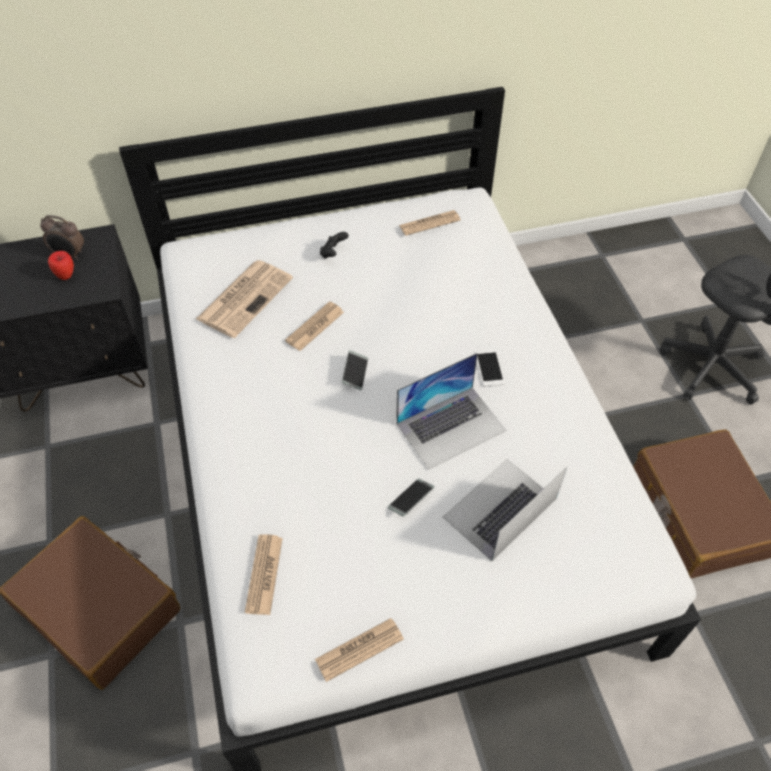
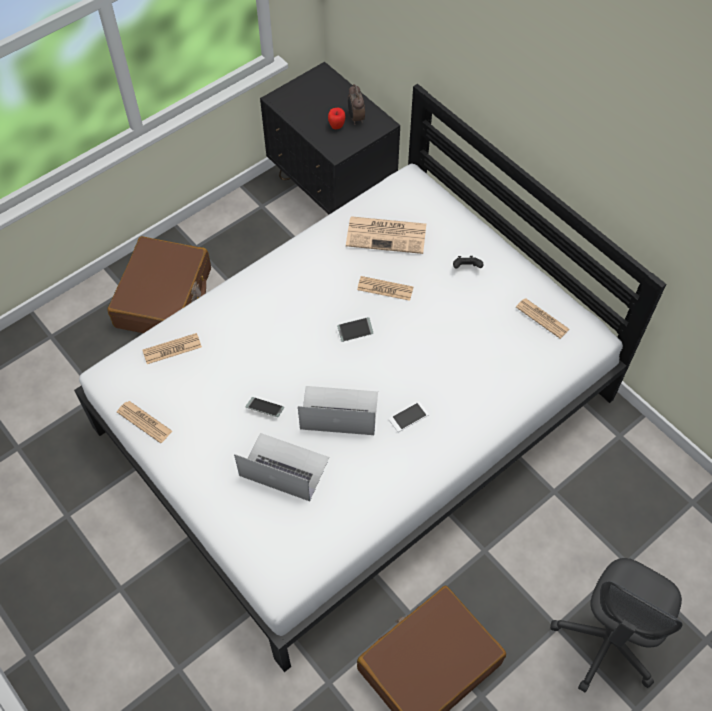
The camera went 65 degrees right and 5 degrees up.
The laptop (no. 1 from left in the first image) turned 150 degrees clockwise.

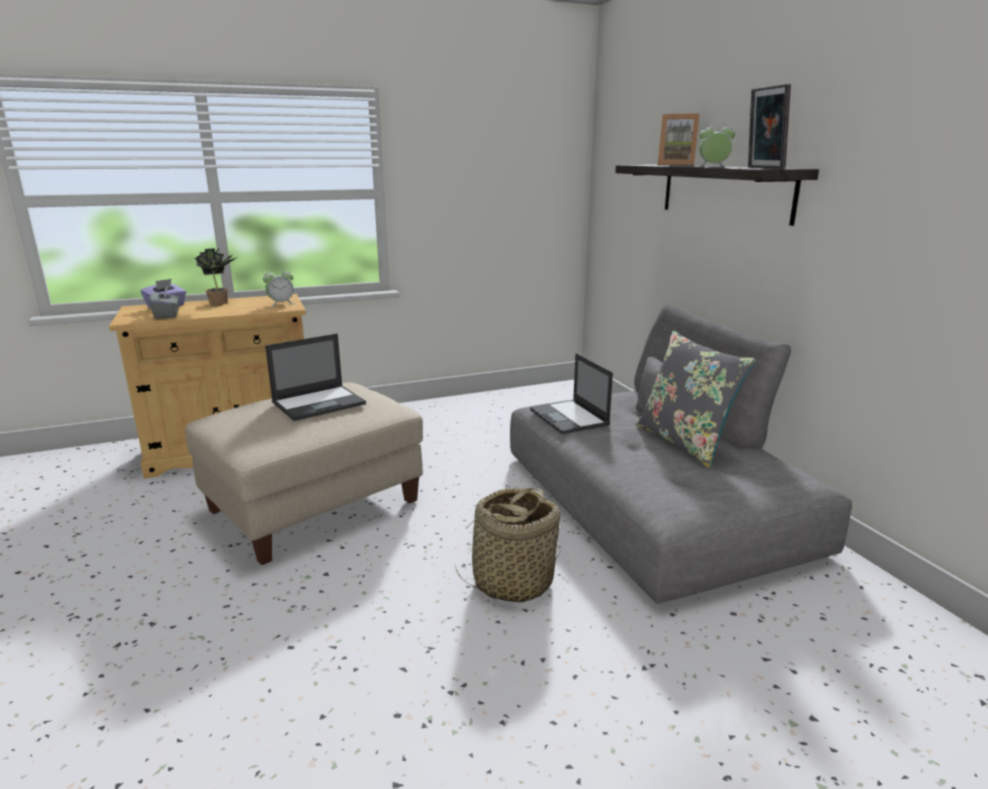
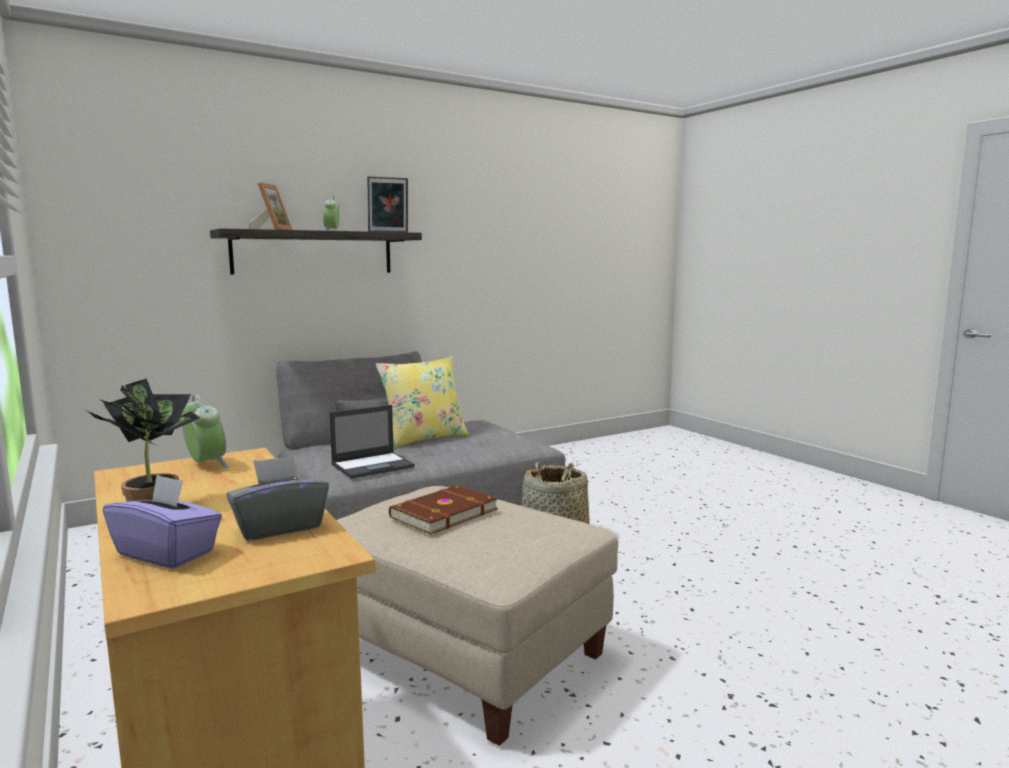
The camera went 100 degrees left and 10 degrees down.
The laptop (no. 1 from left) was replaced by the book in brown.
The pillow in grey became the pillow in yellow.

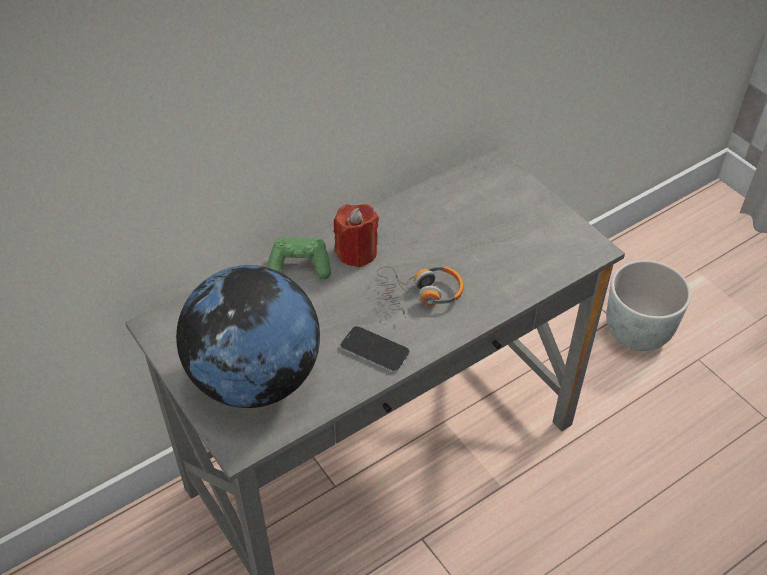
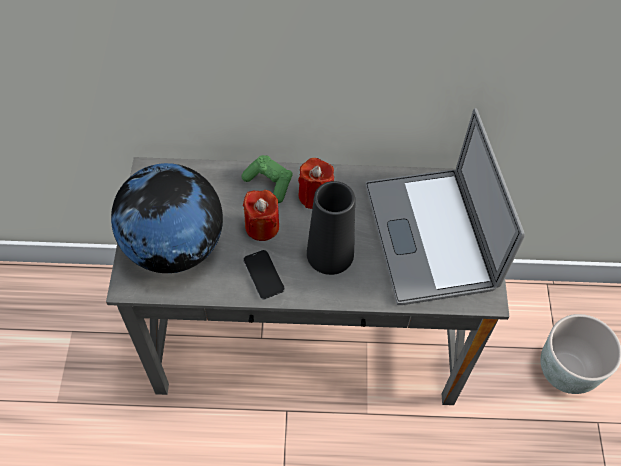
The camera went 35 degrees right and 10 degrees up.
The headphones was replaced by the vase in black.
The candle in red (no. 1 from left) appeared.
The laptop appeared.

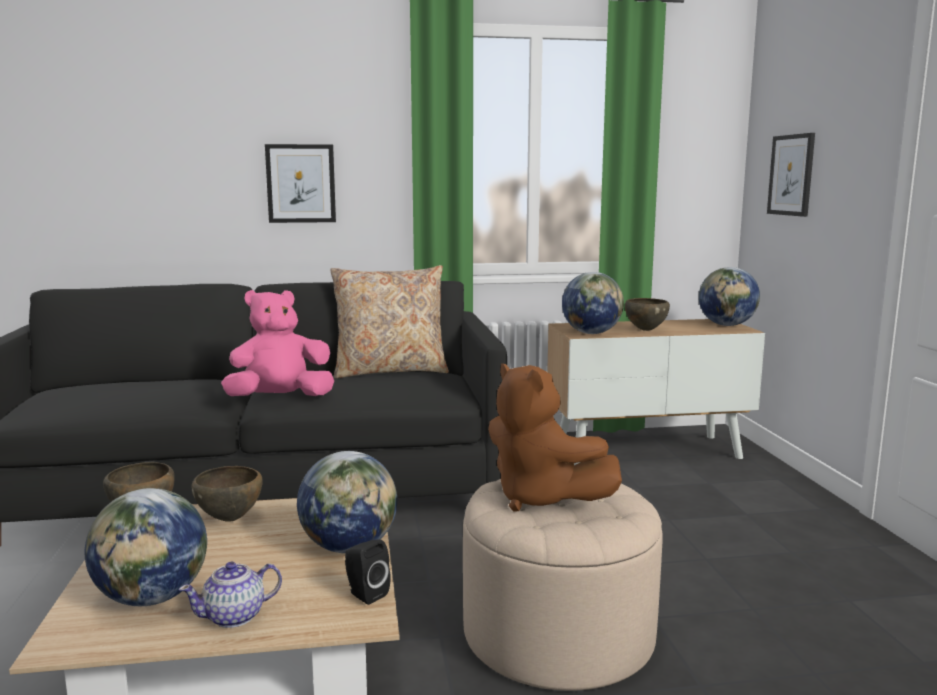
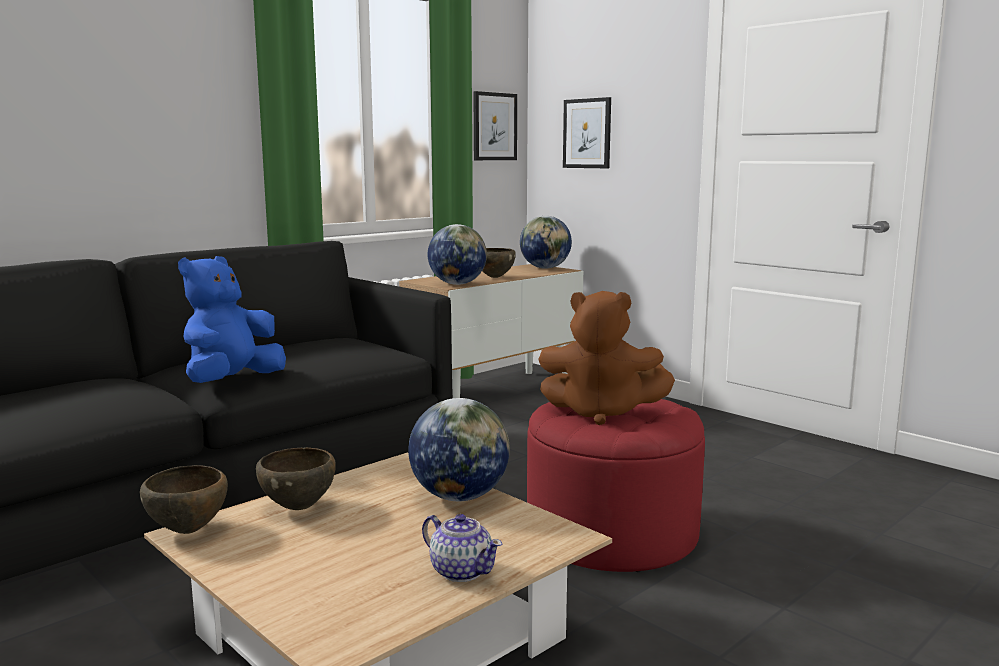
The camera went 35 degrees left and 0 degrees up.
The globe (no. 1 from left) disappeared.
The teapot turned 75 degrees counterclockwise.
The plush toy in pink became the plush toy in blue.
The picture (no. 1 from left) moved.
The pillow in beige disappeared.
The speaker in black disappeared.
The ottoman in beige became the ottoman in red.

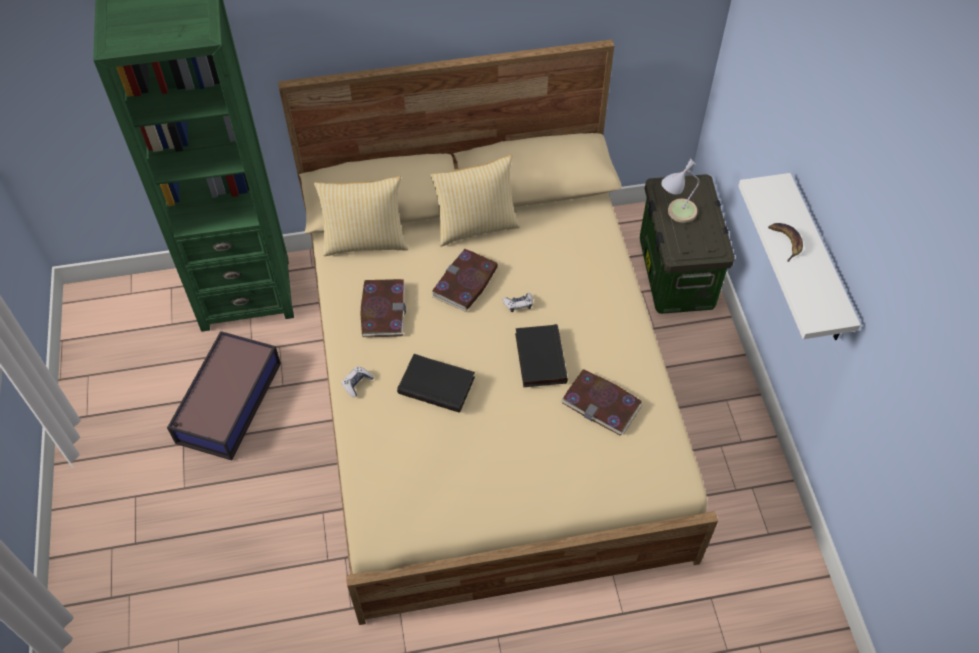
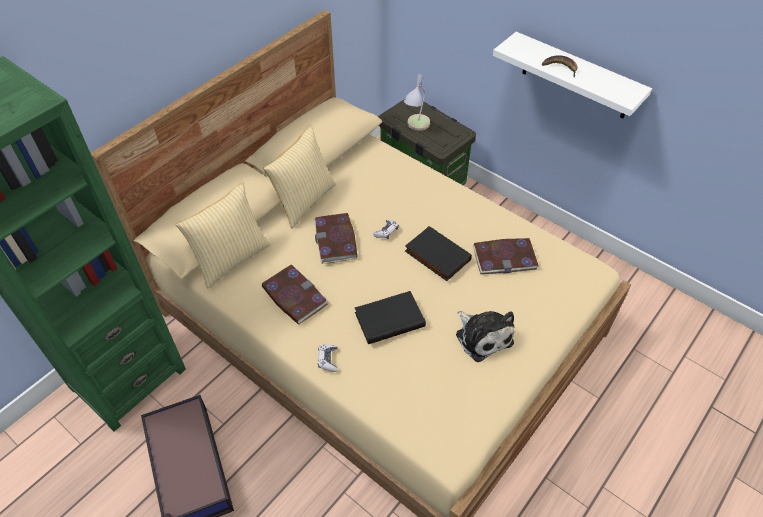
The camera went 40 degrees left and 5 degrees down.
The plush toy appeared.

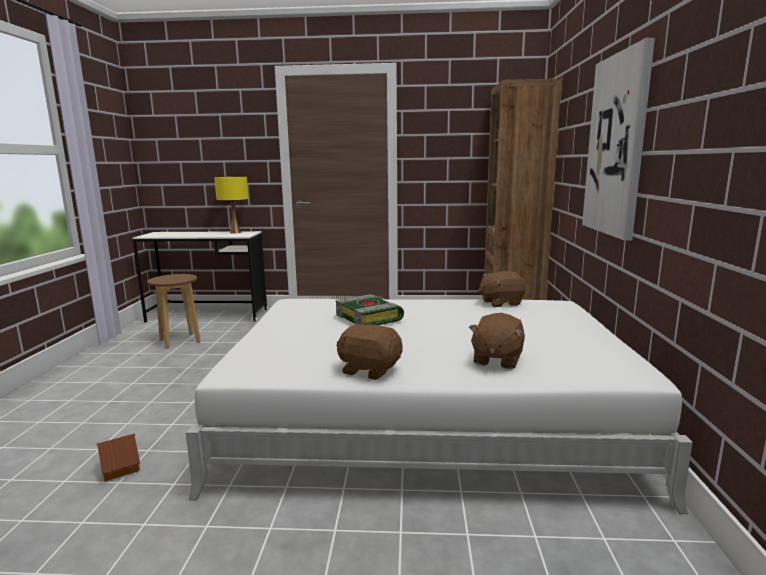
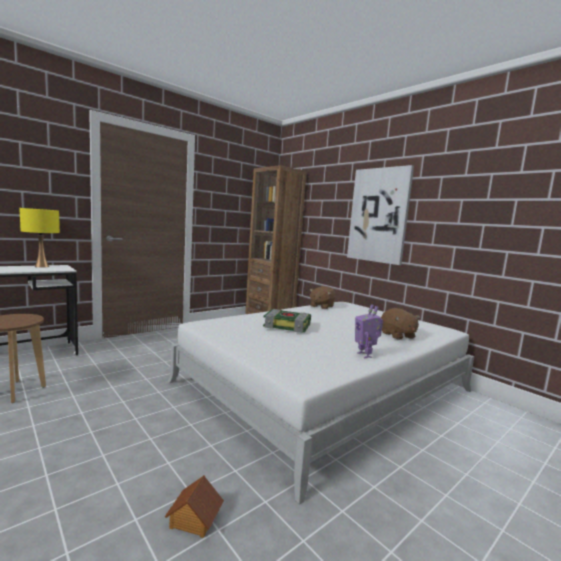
The camera went 45 degrees left and 5 degrees down.
The plush toy in brown (no. 1 from left) was replaced by the toy robot.

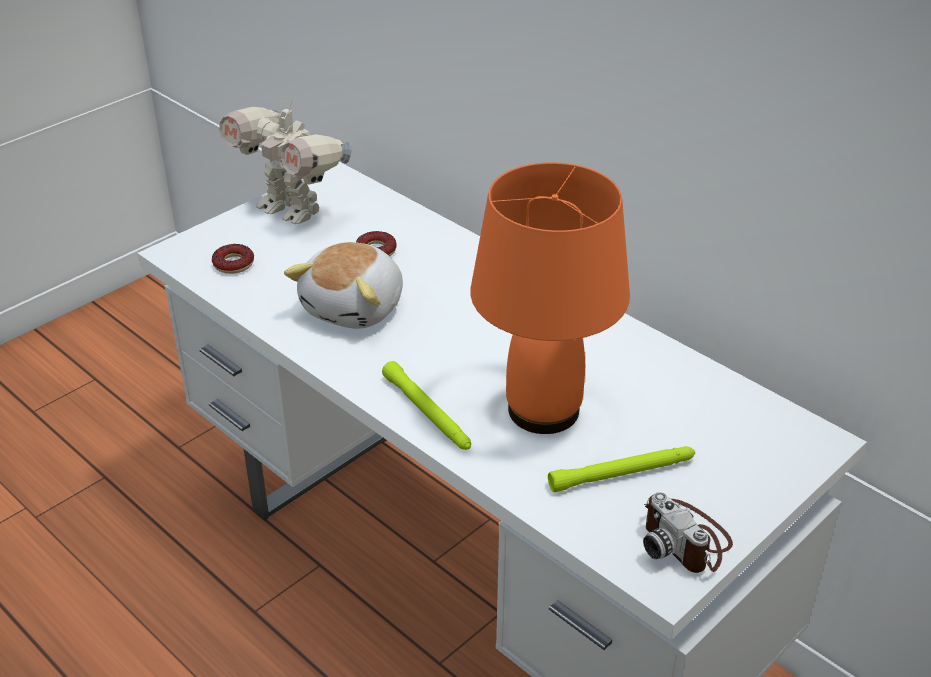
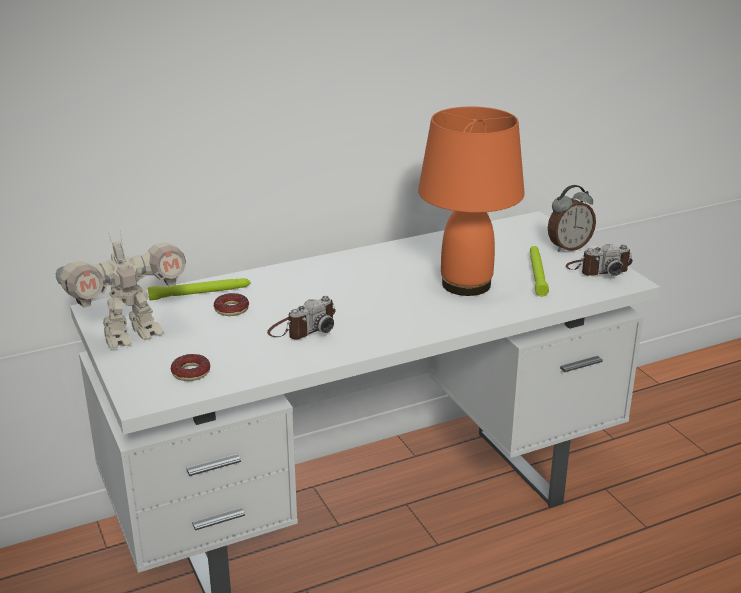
The camera went 70 degrees left and 10 degrees down.
The plush toy was replaced by the photo camera (no. 1 from left).
The flashlight in green (no. 1 from left) moved.
The alarm clock appeared.

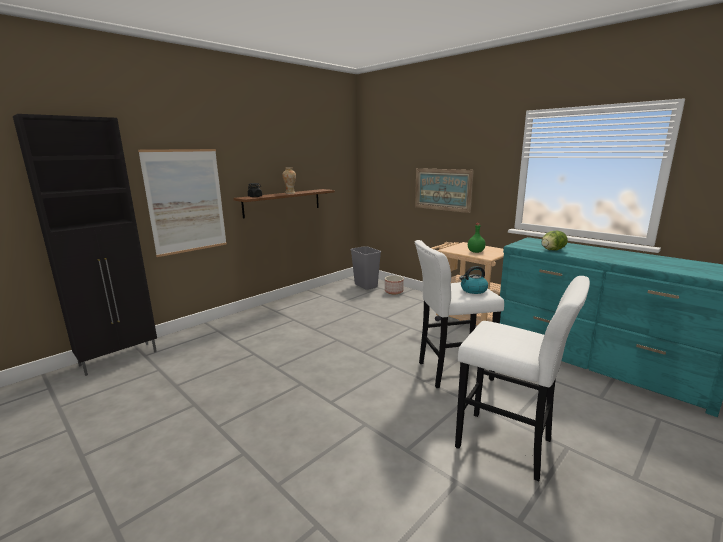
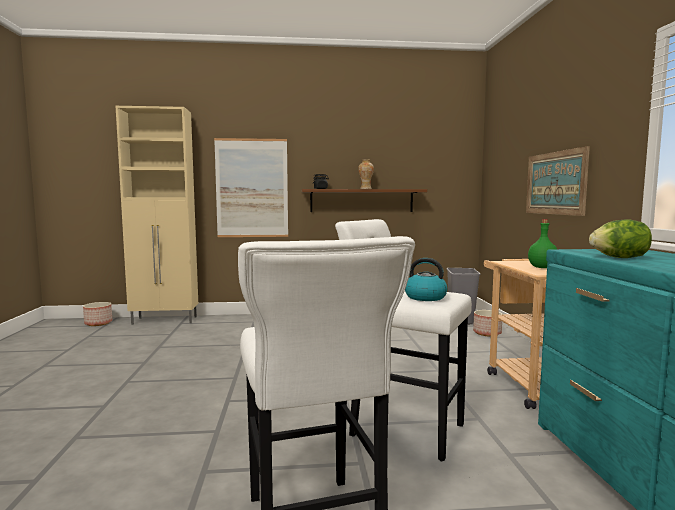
The camera went 40 degrees right and 10 degrees down.
The cabinet in black became the cabinet in beige.
The planter (no. 1 from left) appeared.

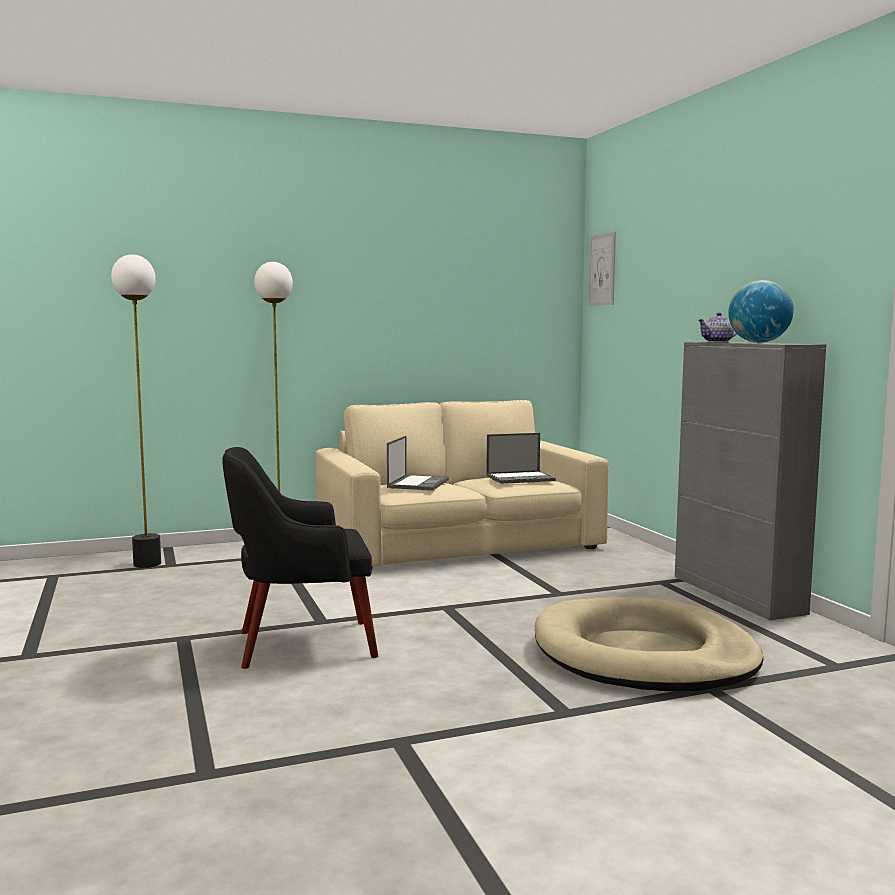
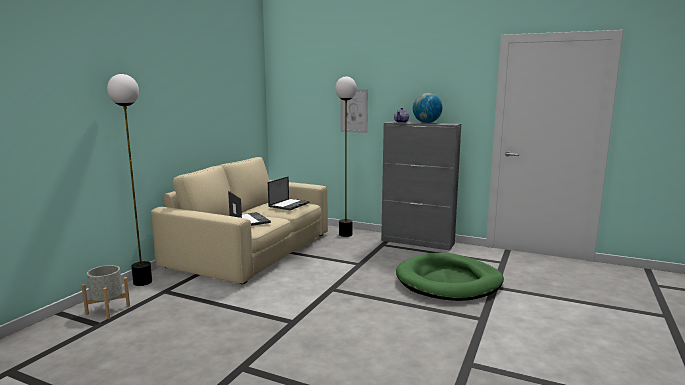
The camera went 45 degrees left and 5 degrees up.
The floor lamp (no. 1 from left in the first image) moved.
The armchair in black disappeared.
The dog bed in beige became the dog bed in green.
The picture moved.
The planter in grey appeared.

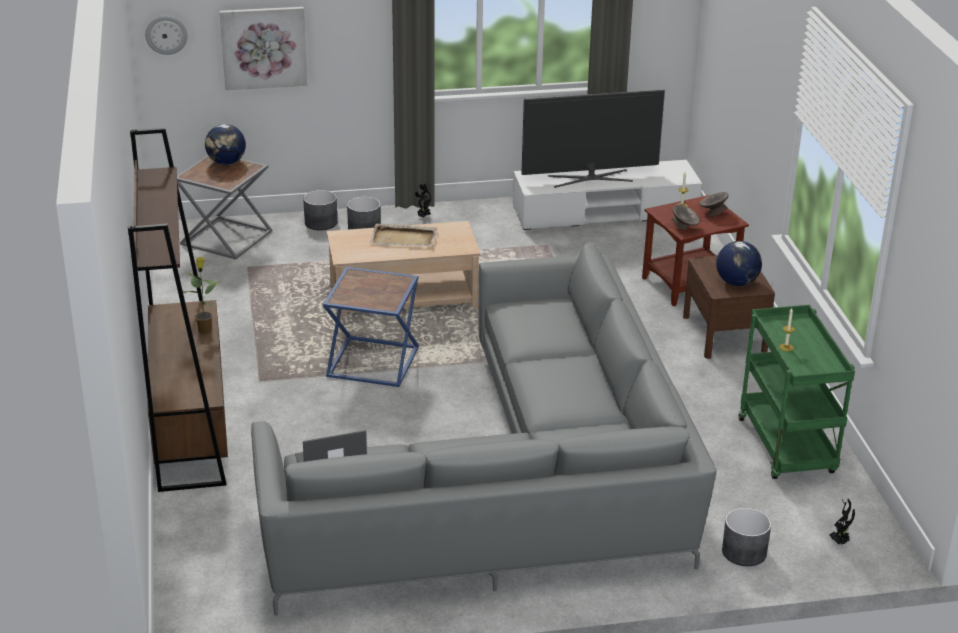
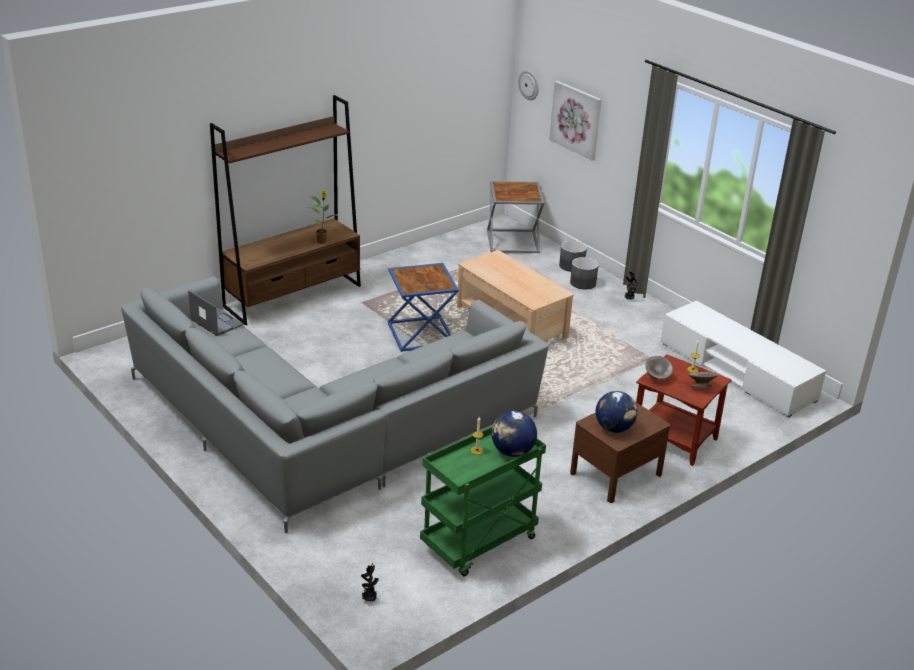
The camera went 60 degrees right and 0 degrees up.
The globe (no. 1 from left) moved.
The tray in beige disappeared.
The television disappeared.
The planter in grey (no. 3 from left) disappeared.

